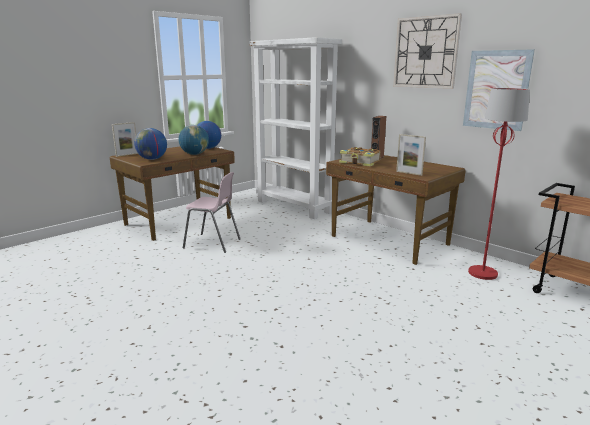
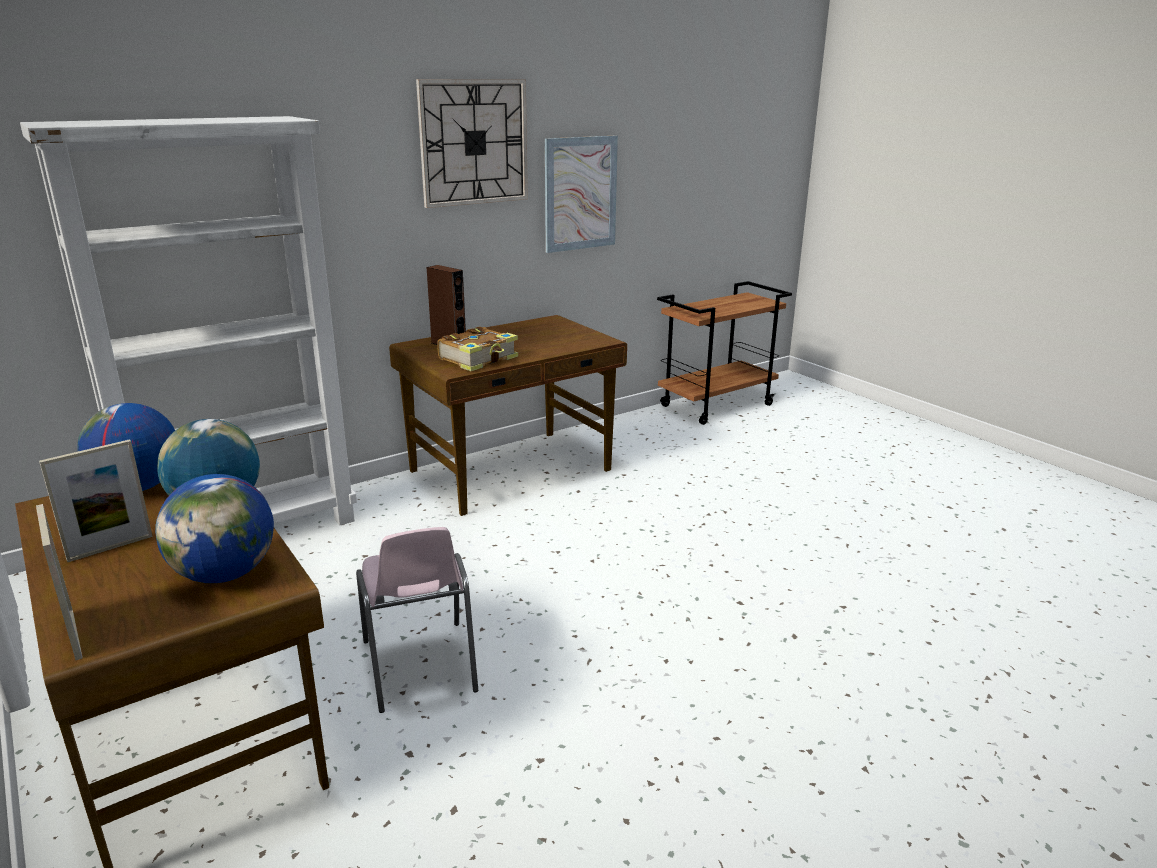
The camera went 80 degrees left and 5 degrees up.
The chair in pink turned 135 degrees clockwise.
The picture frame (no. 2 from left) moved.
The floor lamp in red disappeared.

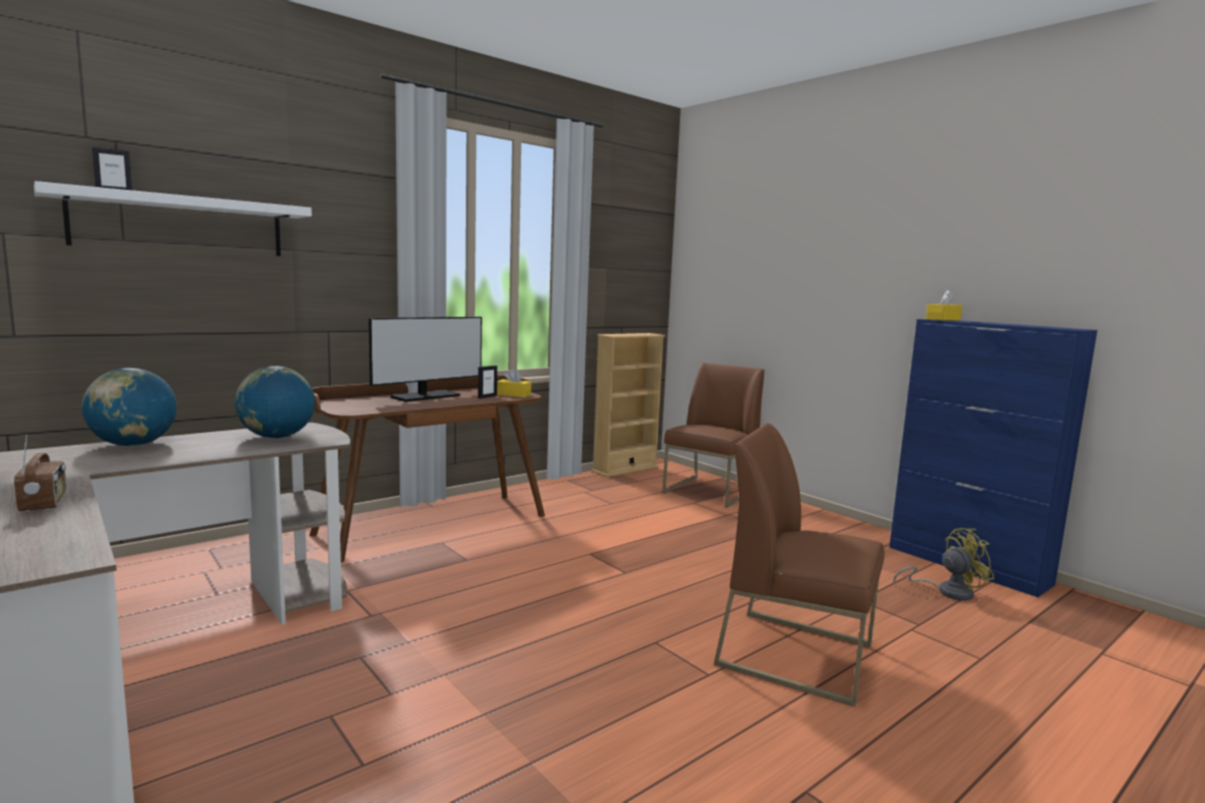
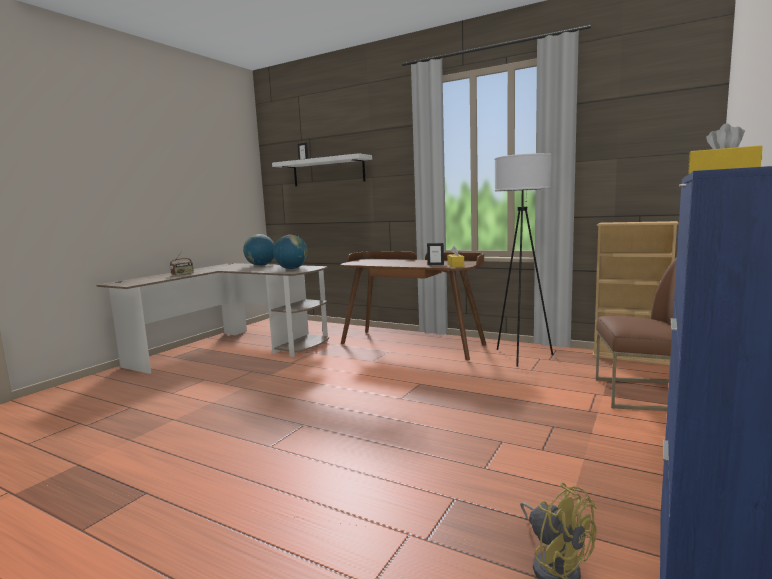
The camera went 70 degrees right and 0 degrees up.
The monitor disappeared.
The chair in brown (no. 2 from left) disappeared.
The floor lamp in white appeared.

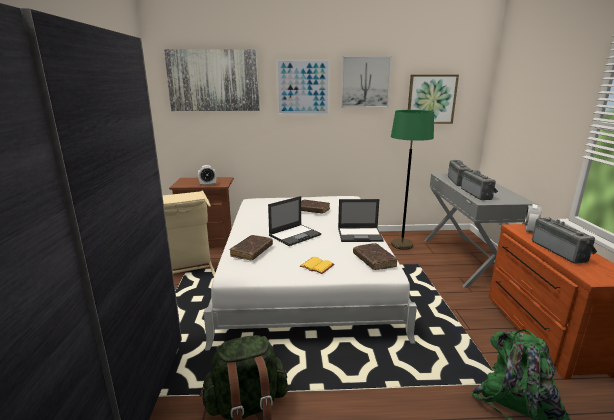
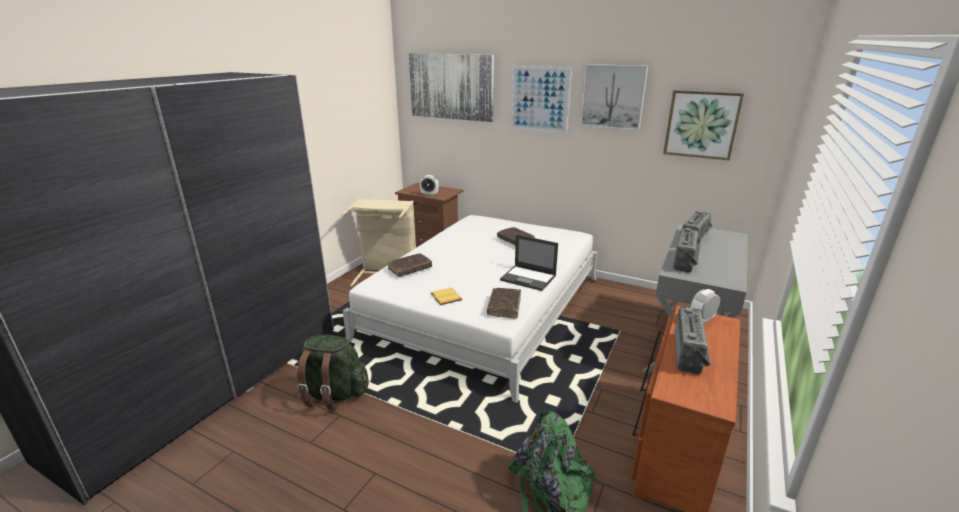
The camera went 30 degrees right and 5 degrees up.
The laptop (no. 1 from left) disappeared.
The floor lamp in green disappeared.

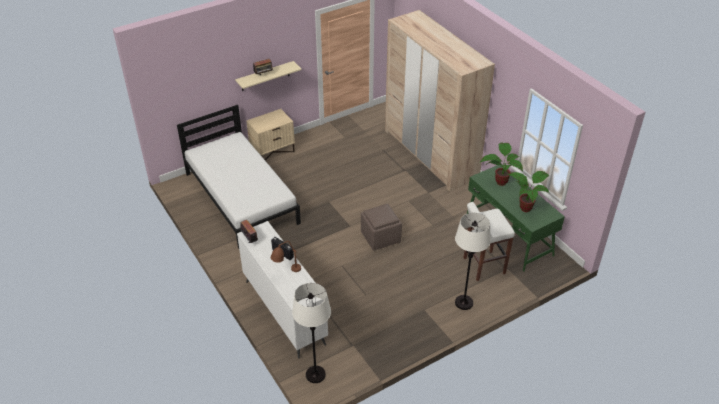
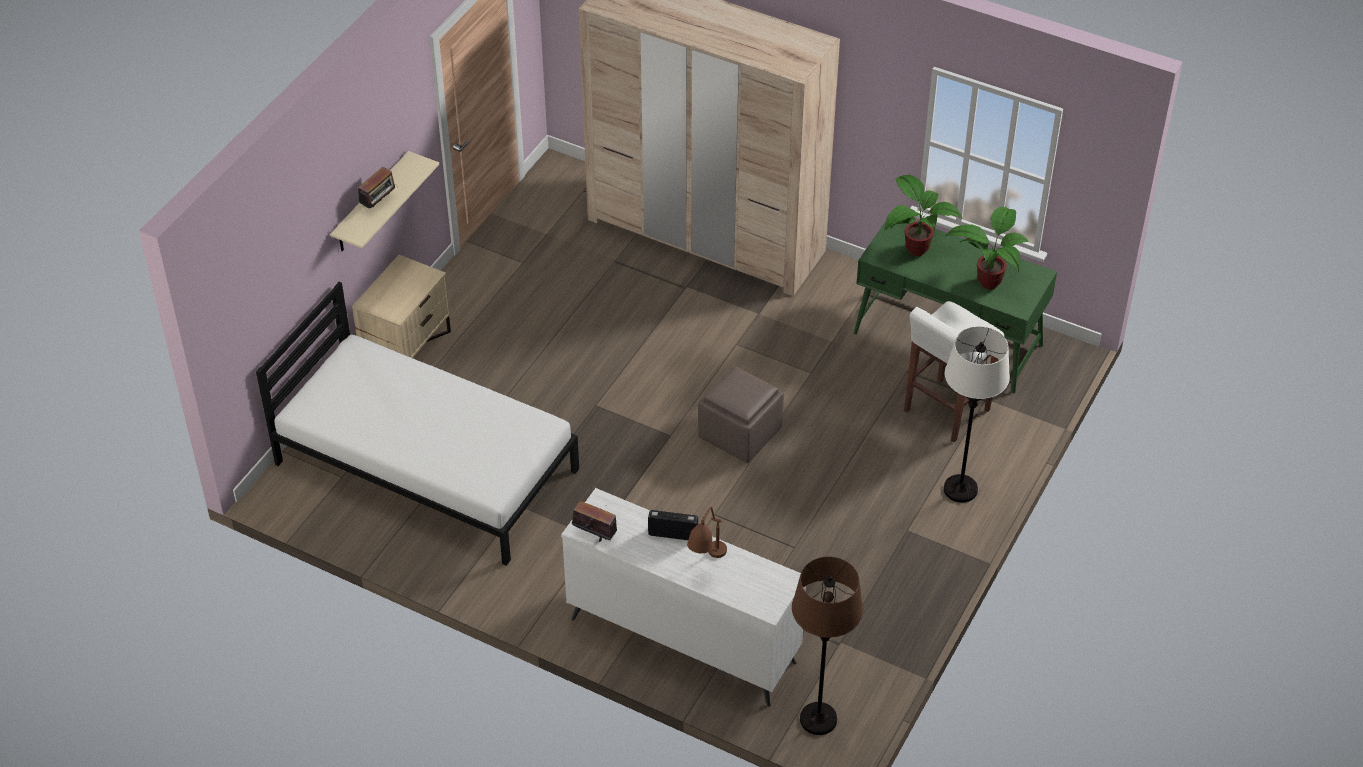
The camera went 30 degrees left and 5 degrees up.
The floor lamp in white (no. 1 from left) became the floor lamp in brown.

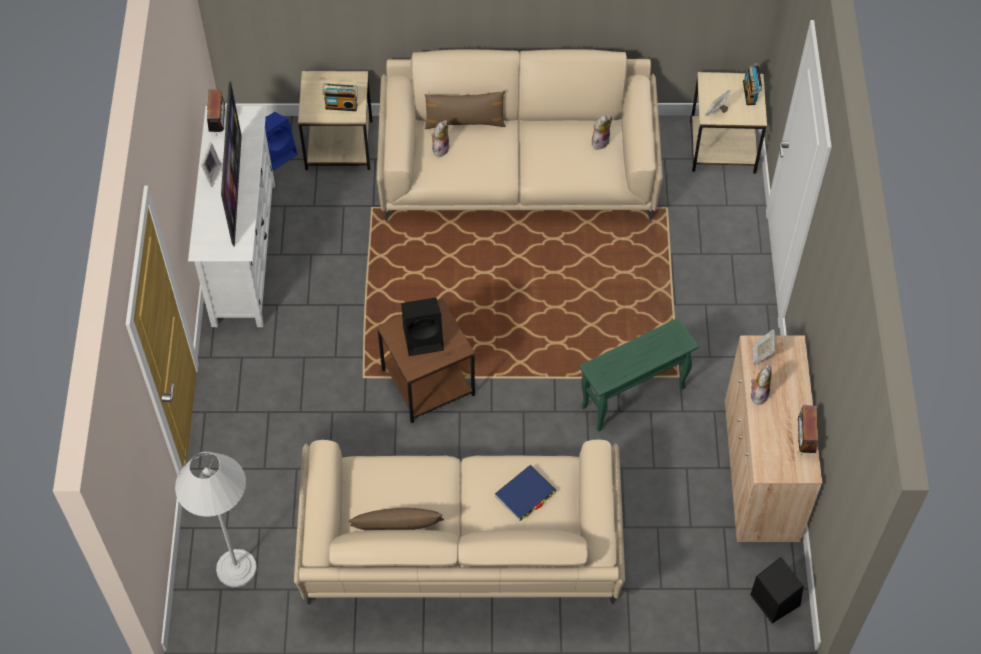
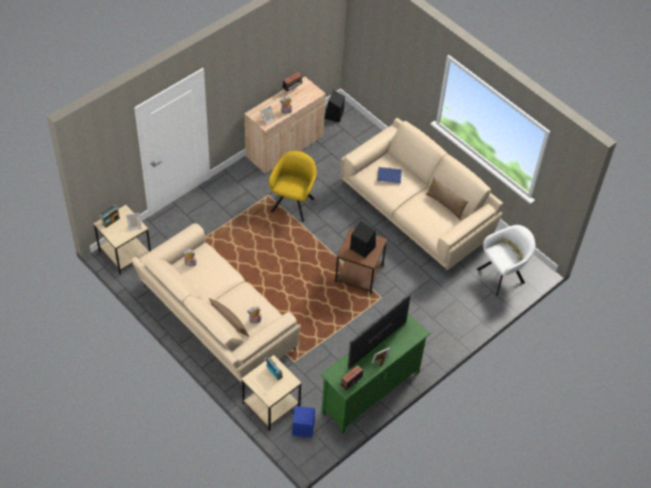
The camera went 135 degrees left and 5 degrees down.
The floor lamp in white was replaced by the armchair in white.
The tv stand in white became the tv stand in green.
The side table in green was replaced by the armchair in yellow.

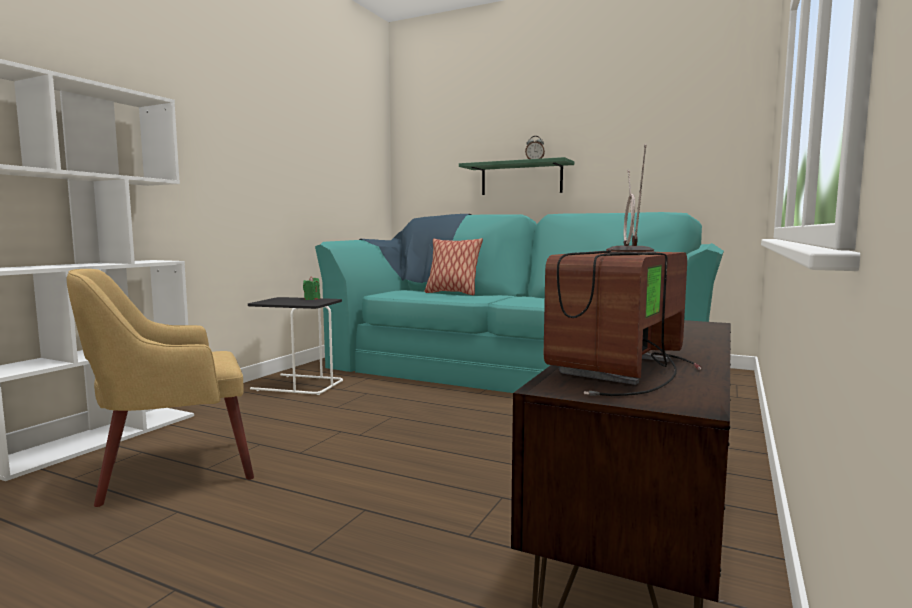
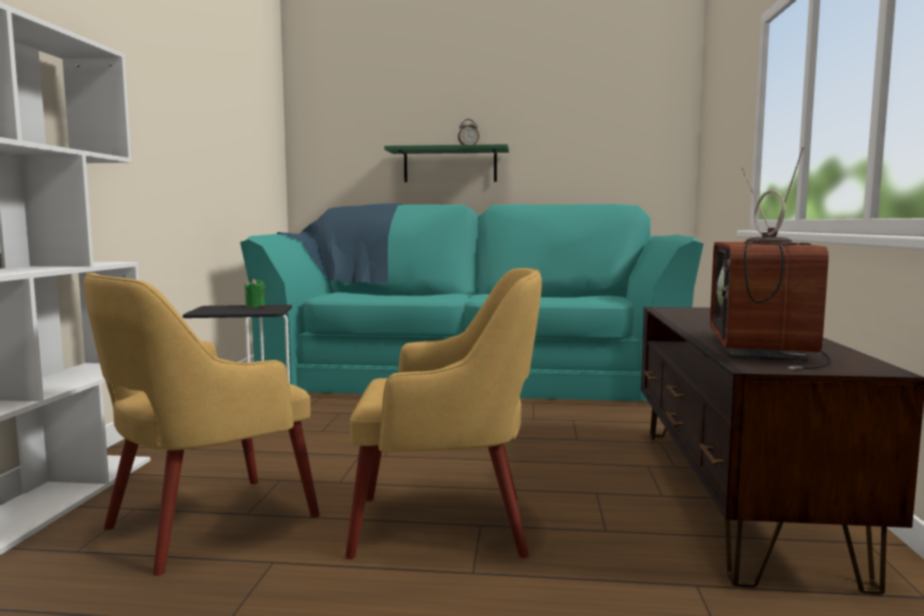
The camera went 20 degrees left and 0 degrees up.
The pillow disappeared.
The armchair in yellow (no. 2 from left) appeared.

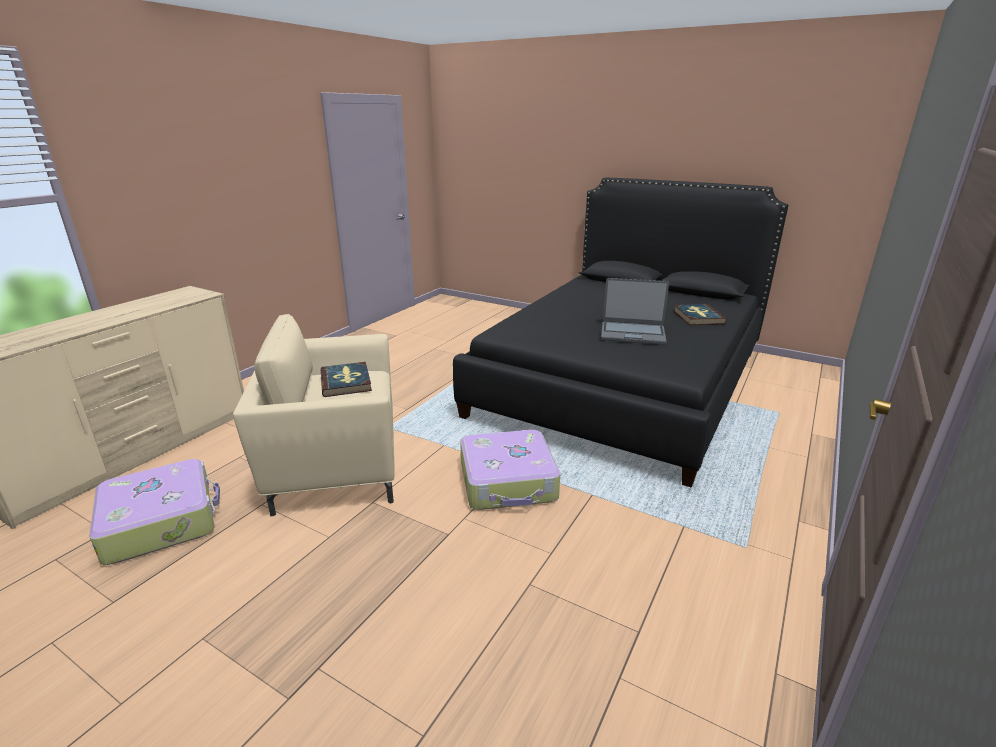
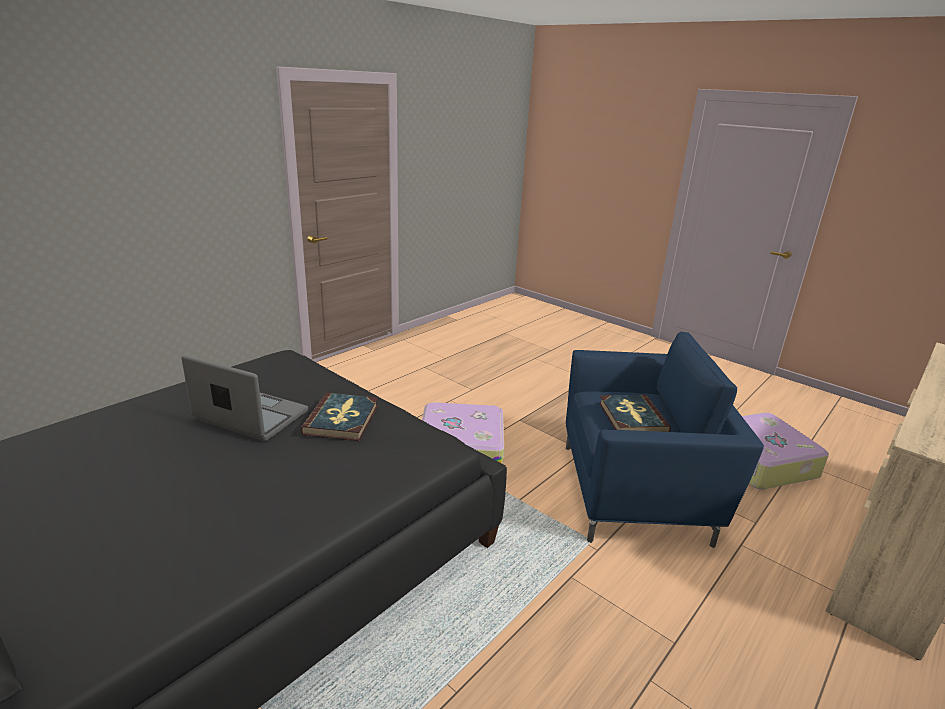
The camera went 170 degrees left and 0 degrees up.
The armchair in beige became the armchair in blue.
The book (no. 2 from left in the first image) moved.

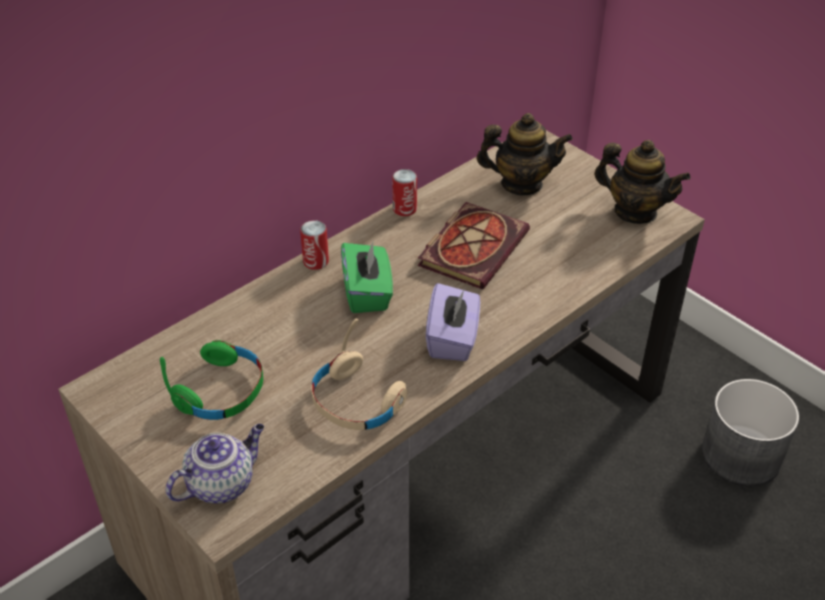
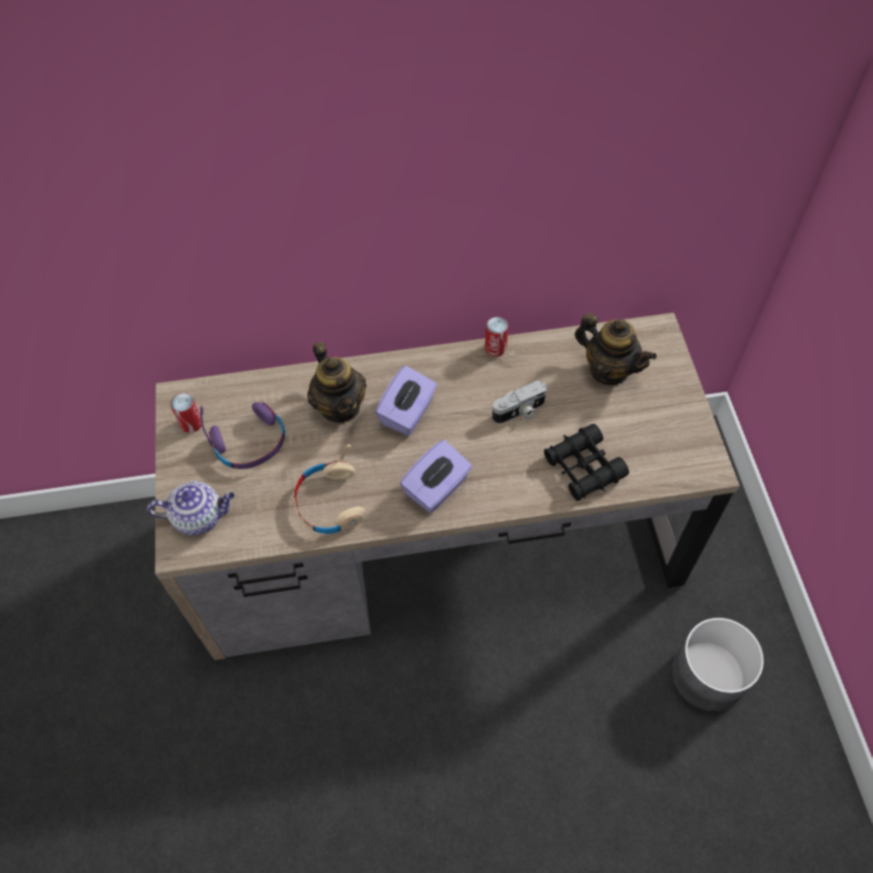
The camera went 35 degrees right and 15 degrees up.
The headphones in green became the headphones in purple.
The can (no. 1 from left) moved.
The tissue box in green became the tissue box in purple (no. 1 from left).
The book was replaced by the photo camera.
The teapot (no. 3 from left in the first image) moved.
The binoculars in black appeared.

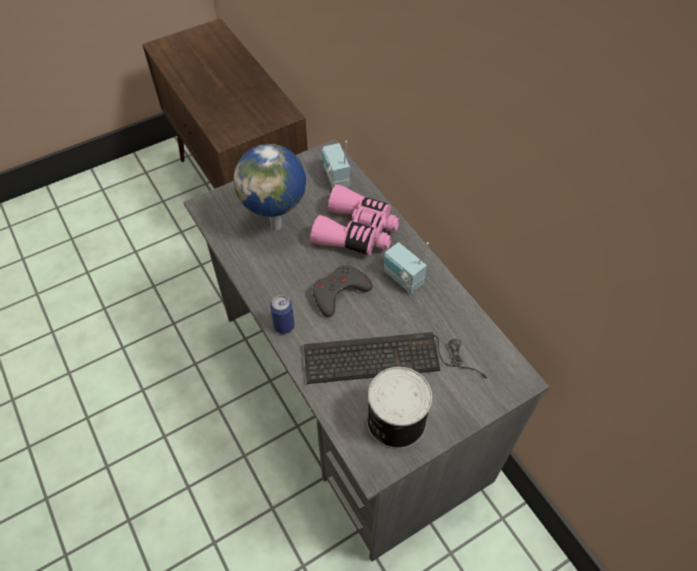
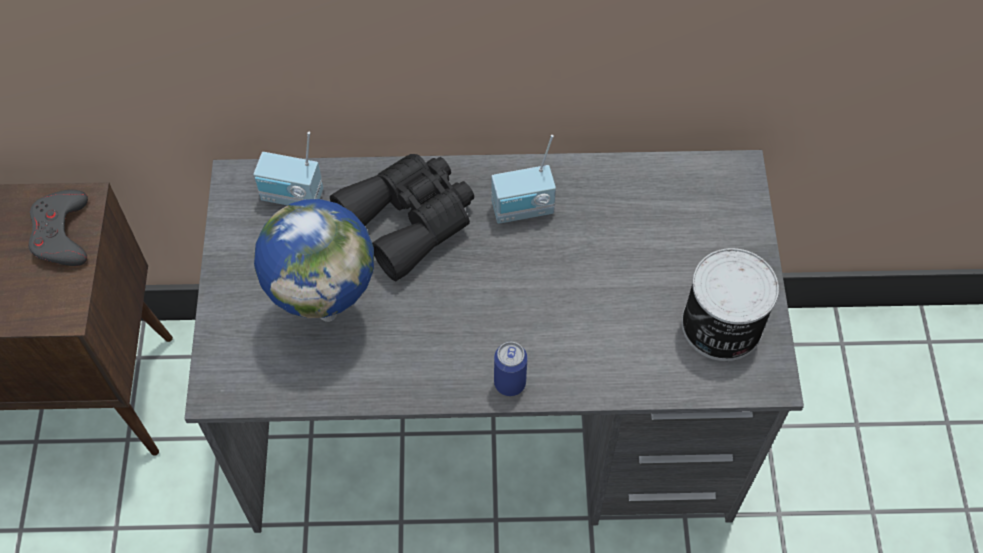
The camera went 60 degrees left and 5 degrees up.
The keyboard disappeared.
The binoculars in pink became the binoculars in black.
The game controller in grey moved.

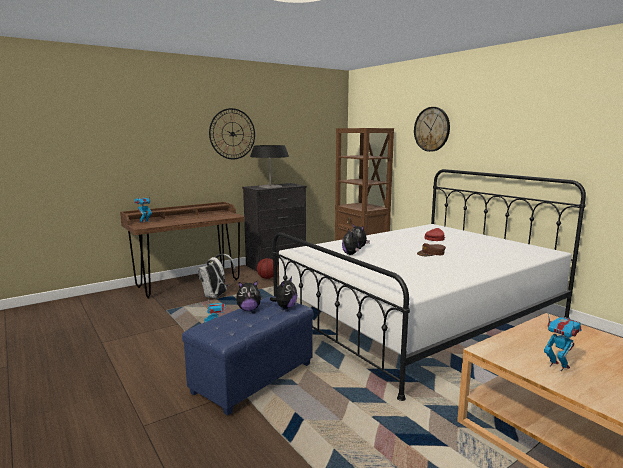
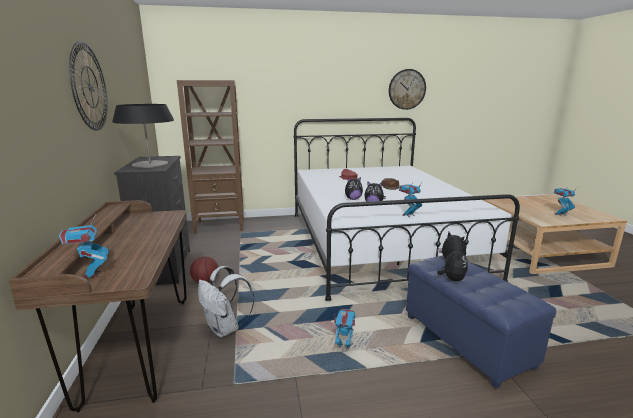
The camera went 65 degrees left and 5 degrees up.
The wall clock (no. 2 from left) moved.
The toy robot (no. 3 from left) appeared.

